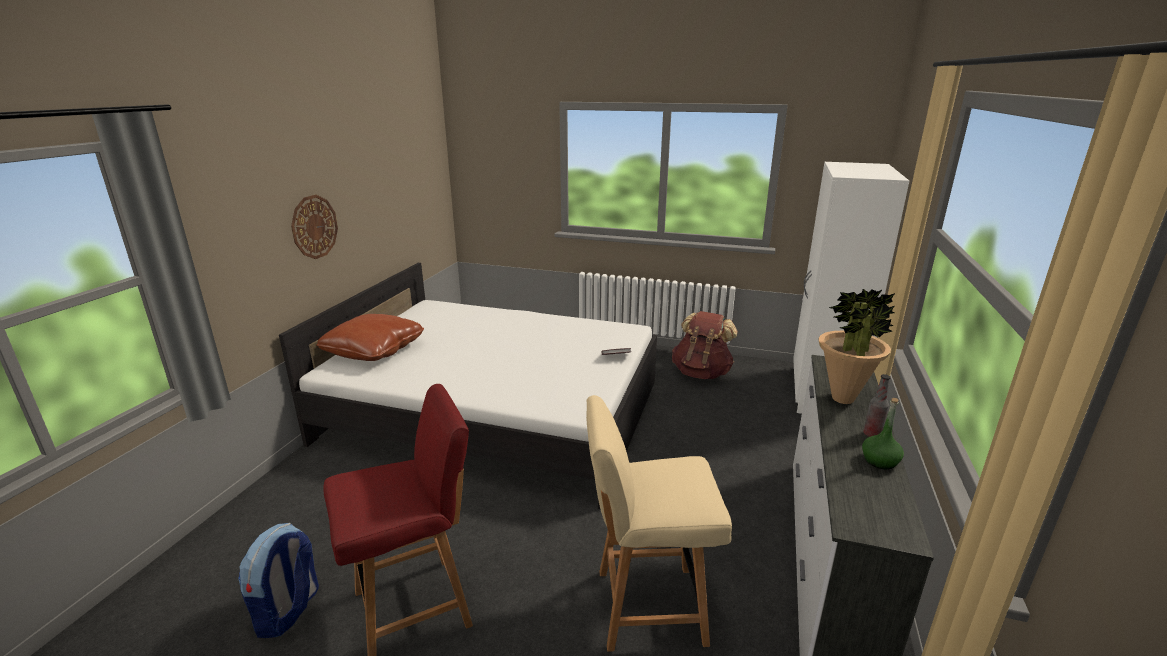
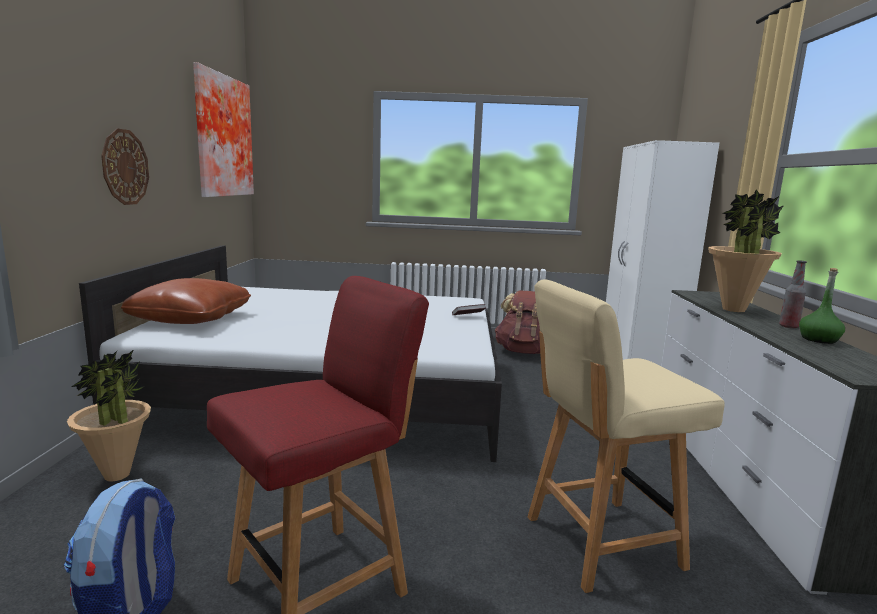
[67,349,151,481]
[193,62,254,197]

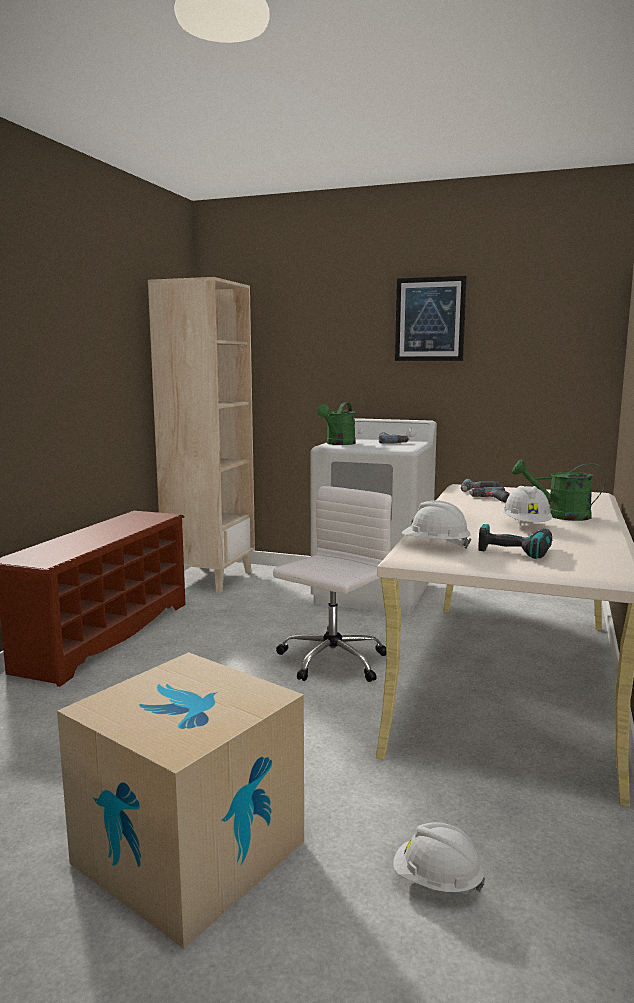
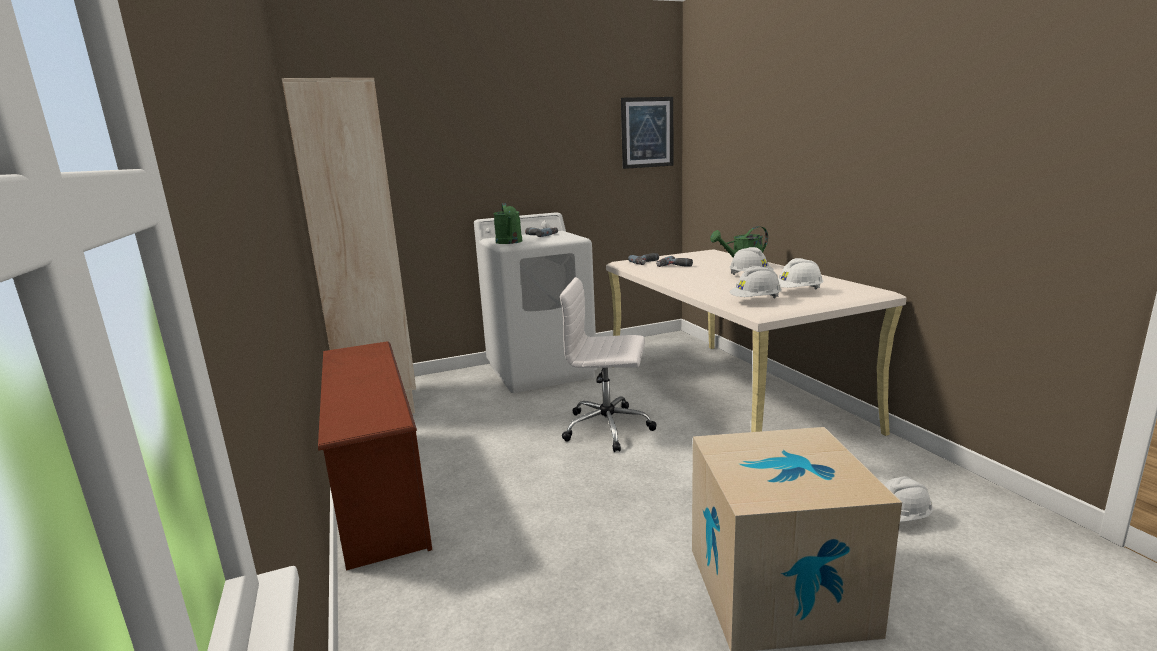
[560,277,657,452]
[621,97,673,169]
[778,258,823,289]

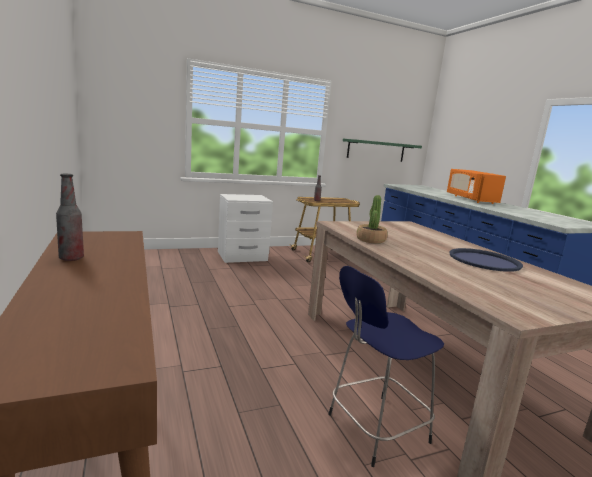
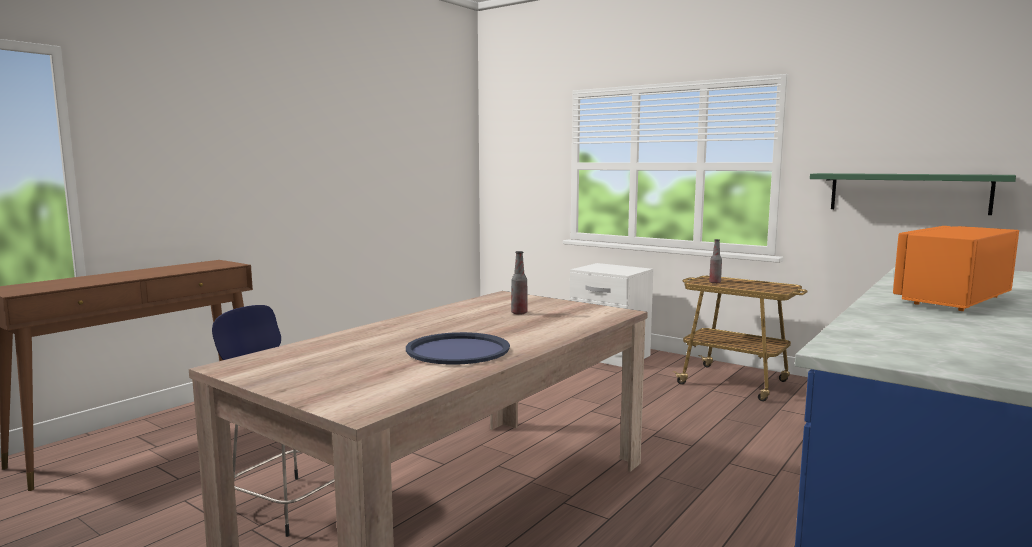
[511,251,527,315]
[356,195,387,244] (first image)

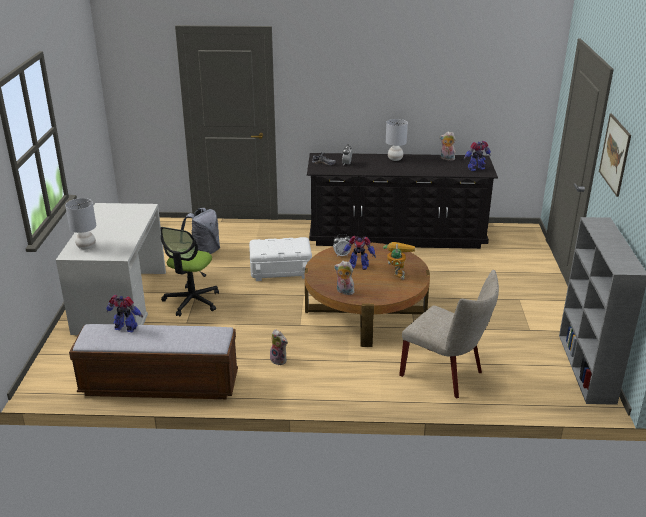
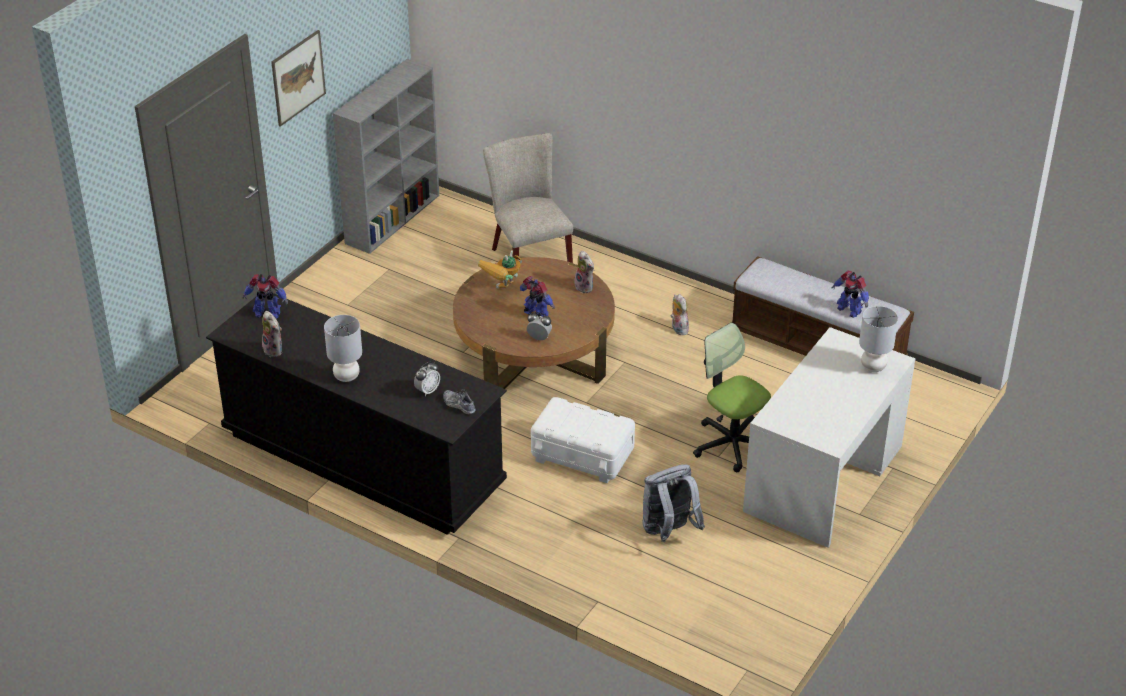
[693,323,771,472]

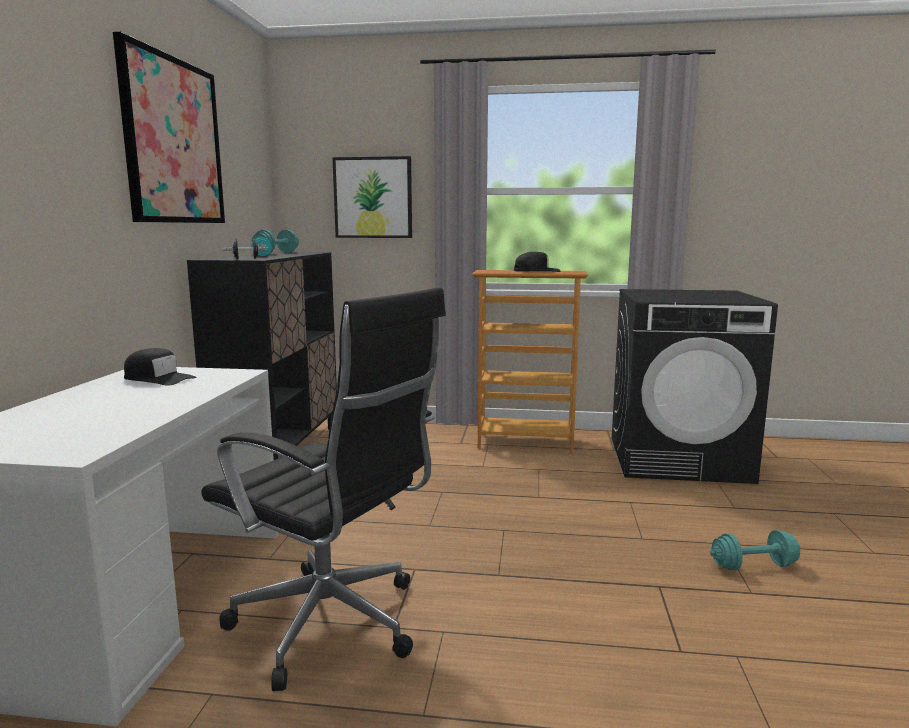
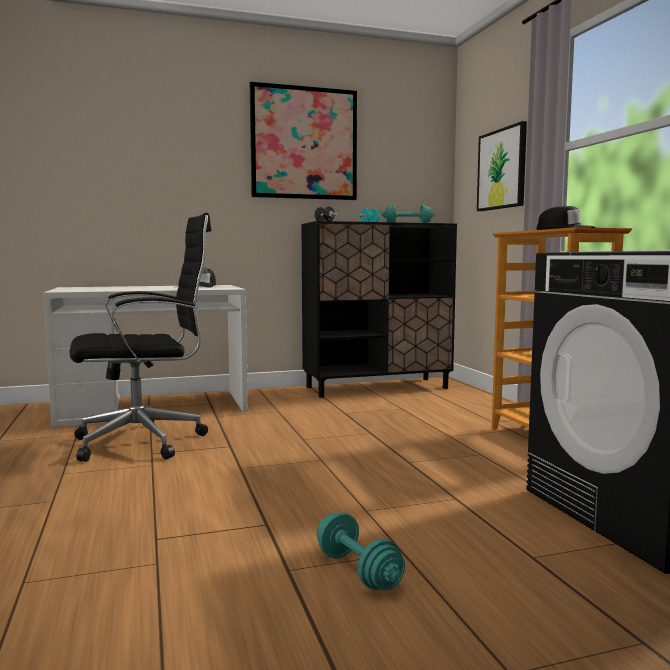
[69,213,212,462]

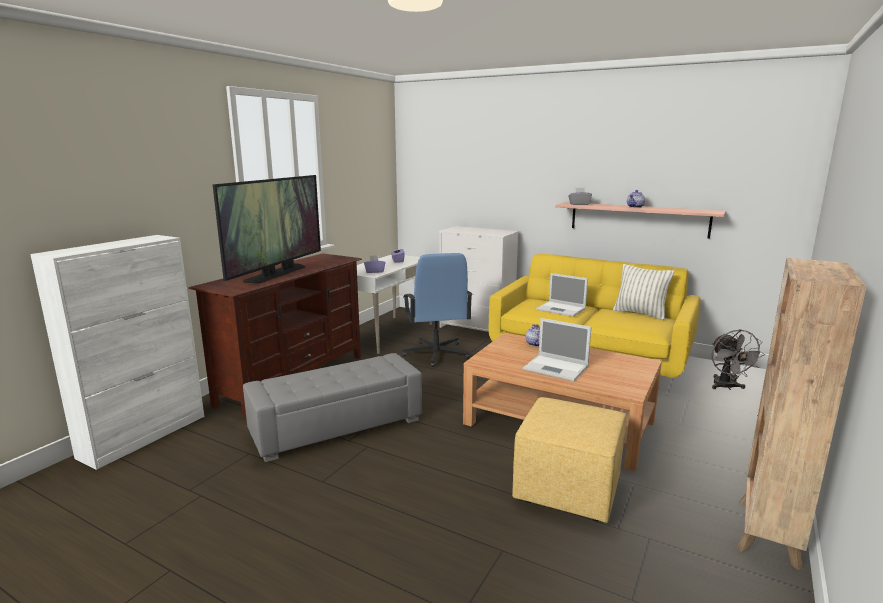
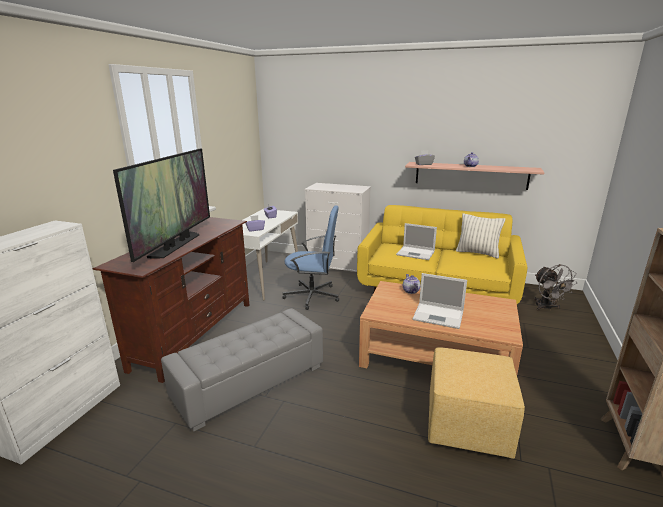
[282,206,339,310]

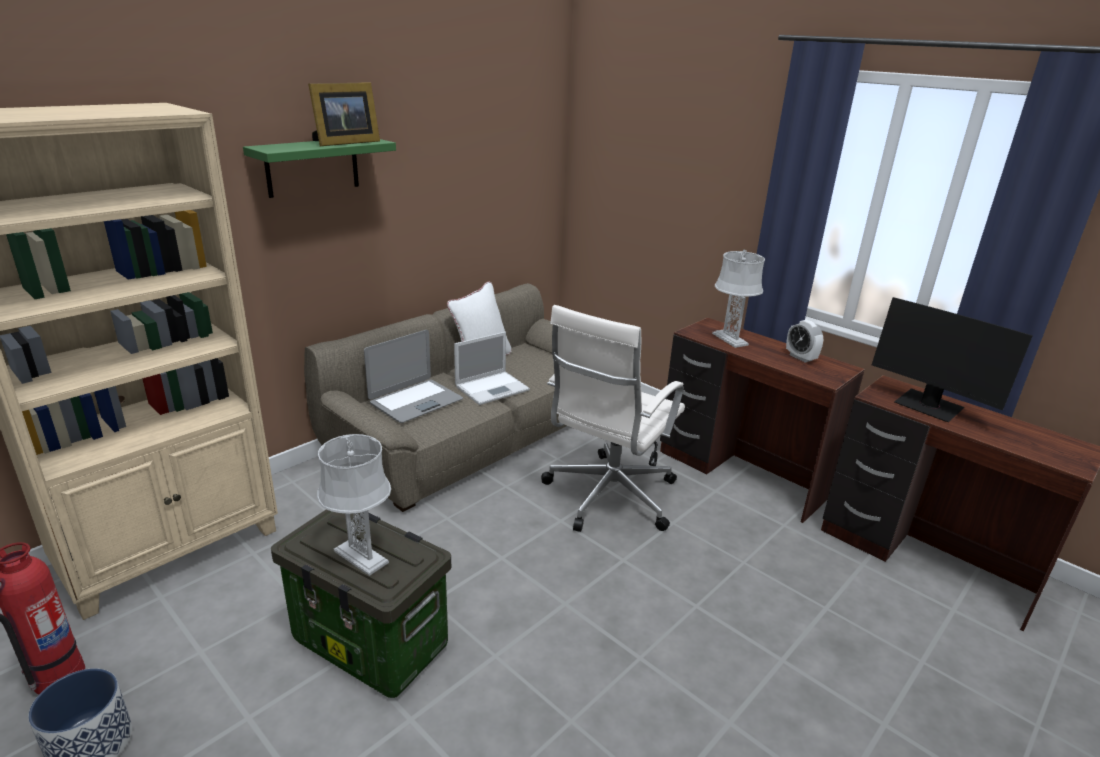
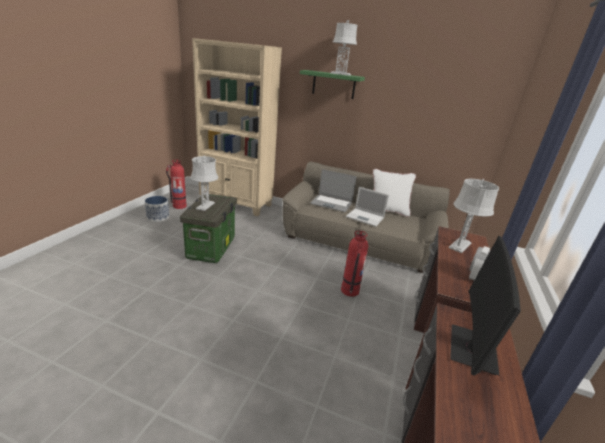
[330,20,358,76]
[341,231,368,297]

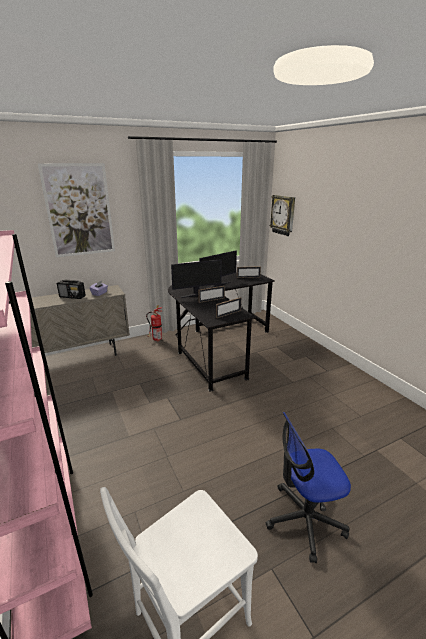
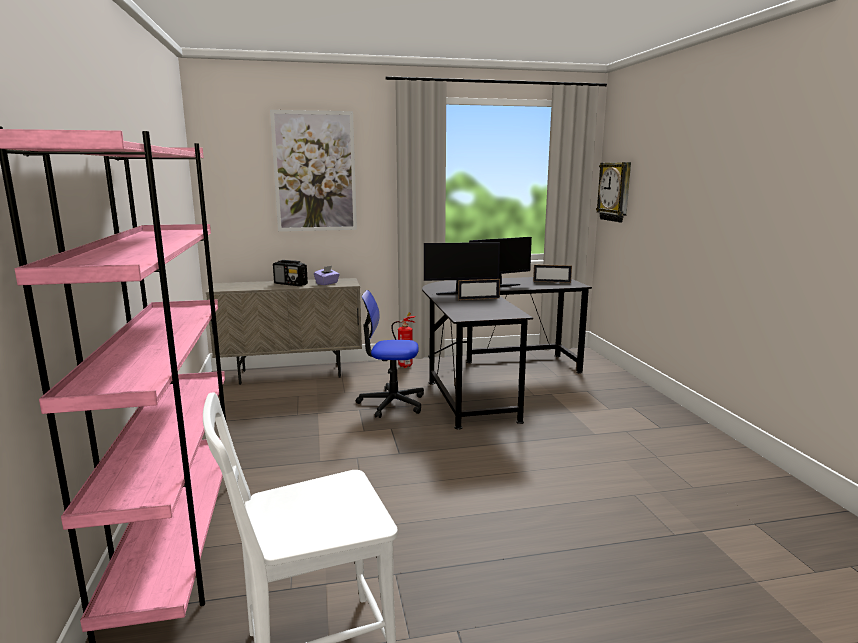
[356,290,424,418]
[216,297,241,318] (first image)

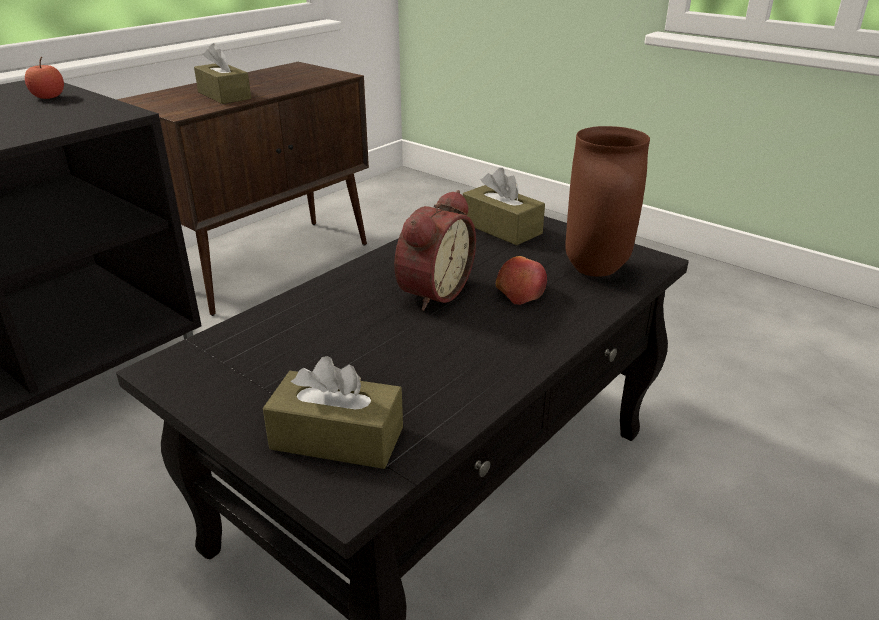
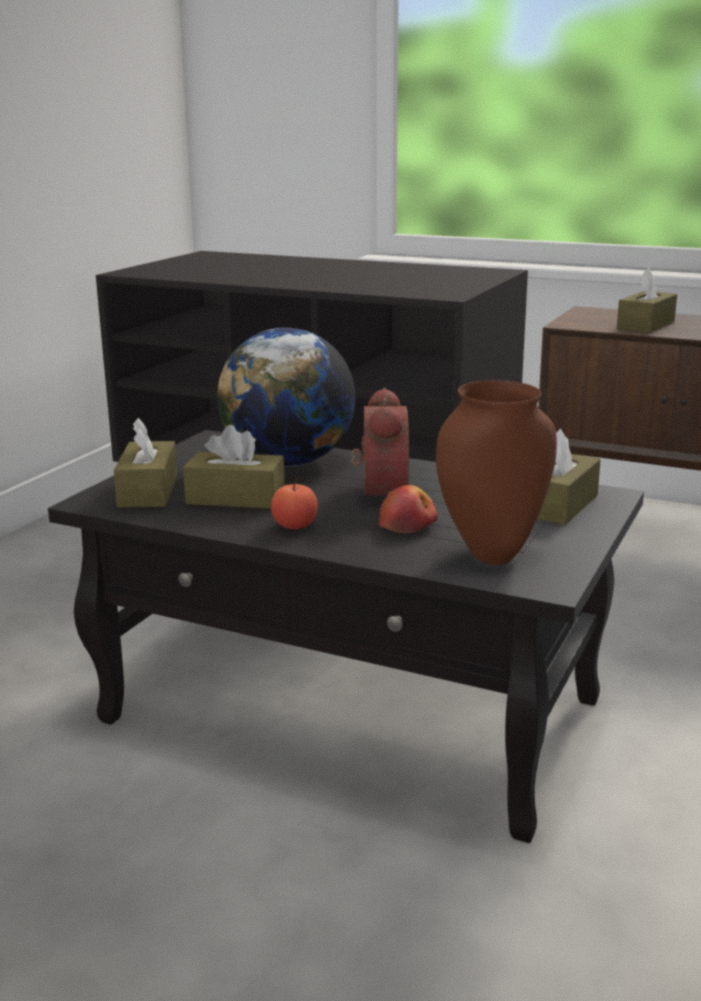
[183,425,285,509]
[217,328,355,466]
[271,477,318,529]
[351,388,409,495]

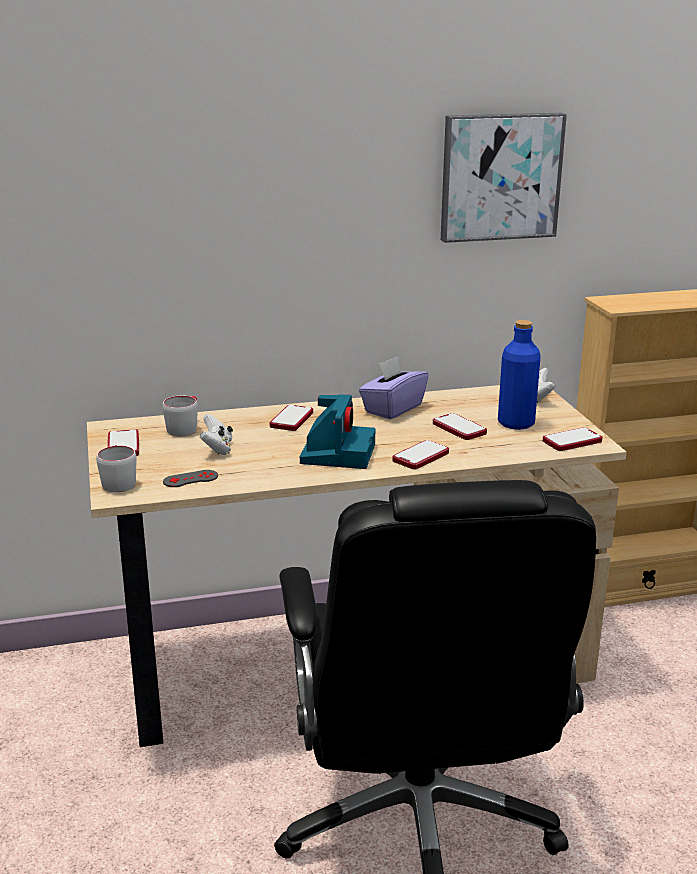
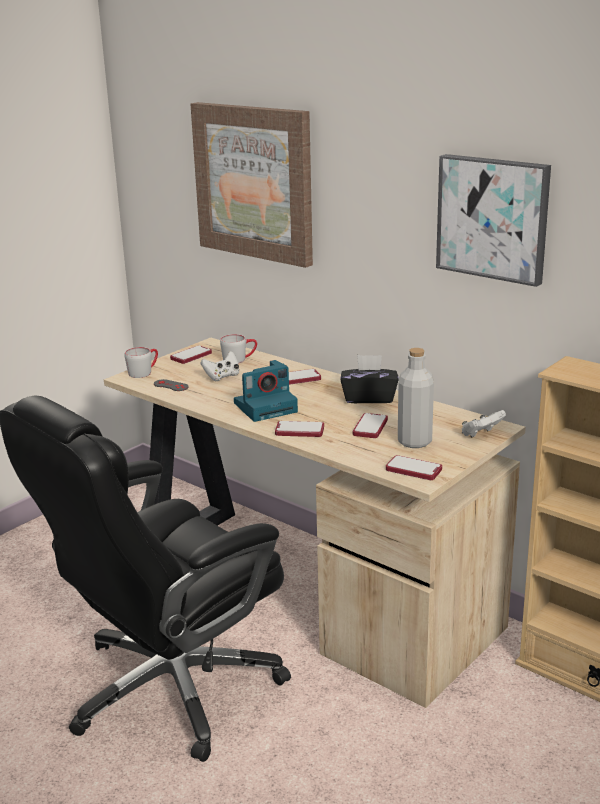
[190,102,313,268]
[340,355,399,403]
[398,348,434,448]

